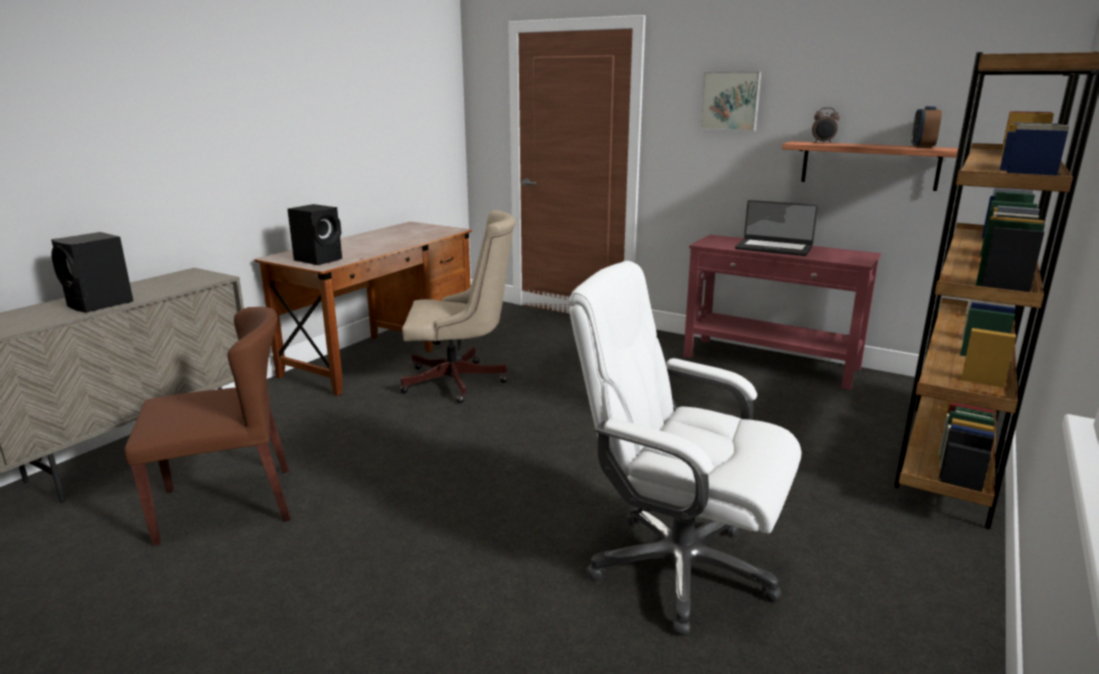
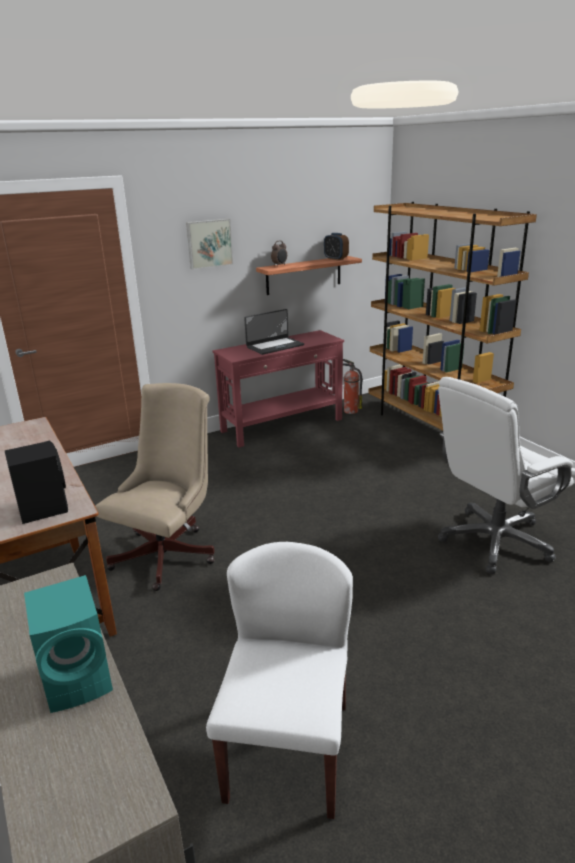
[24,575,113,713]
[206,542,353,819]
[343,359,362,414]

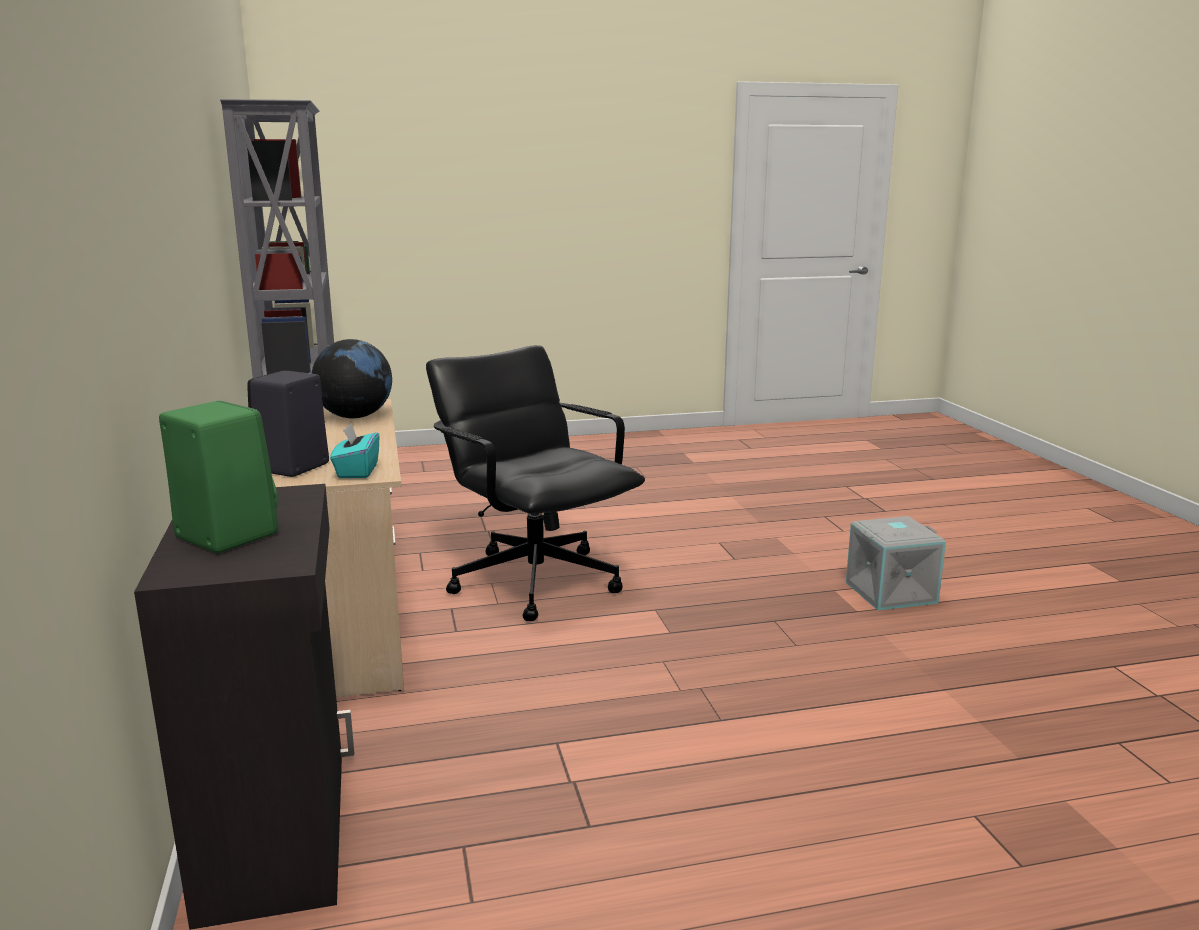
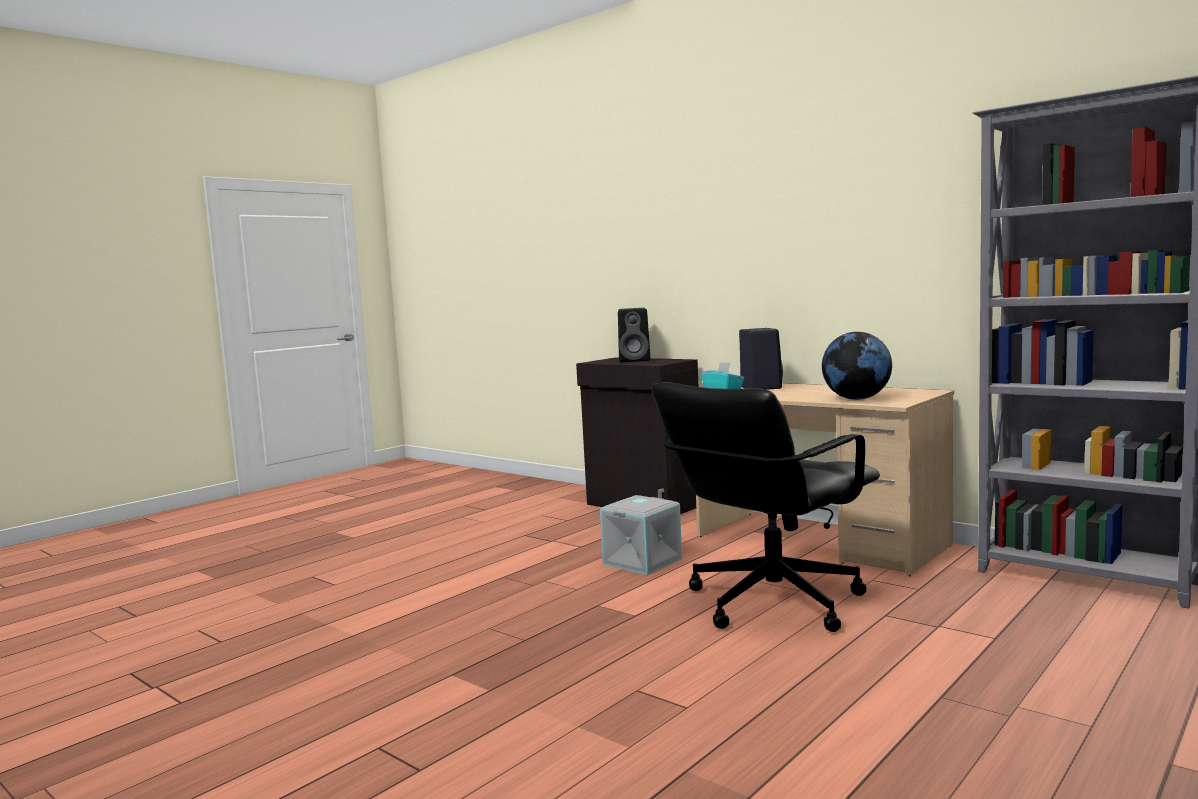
[600,495,682,575]
[618,308,650,362]
[652,382,880,632]

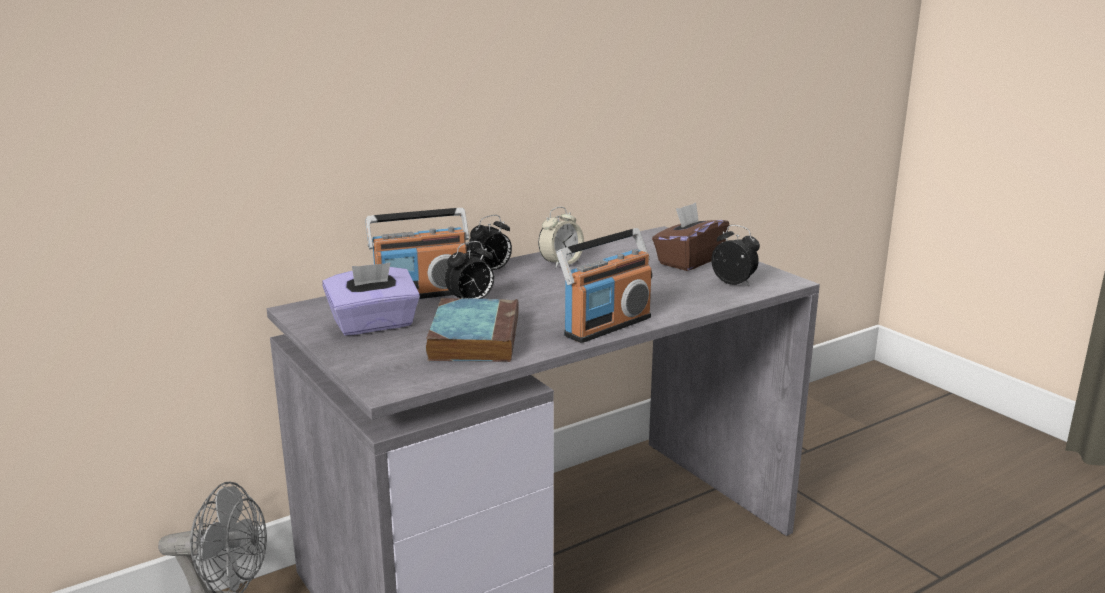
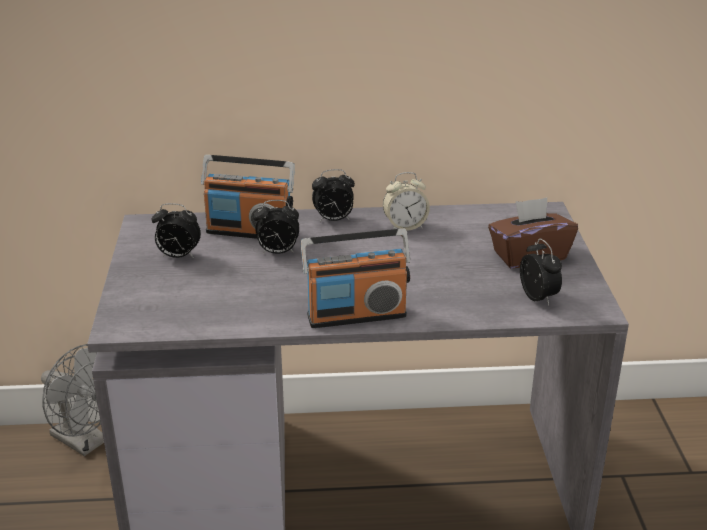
[152,203,201,258]
[426,298,519,362] (first image)

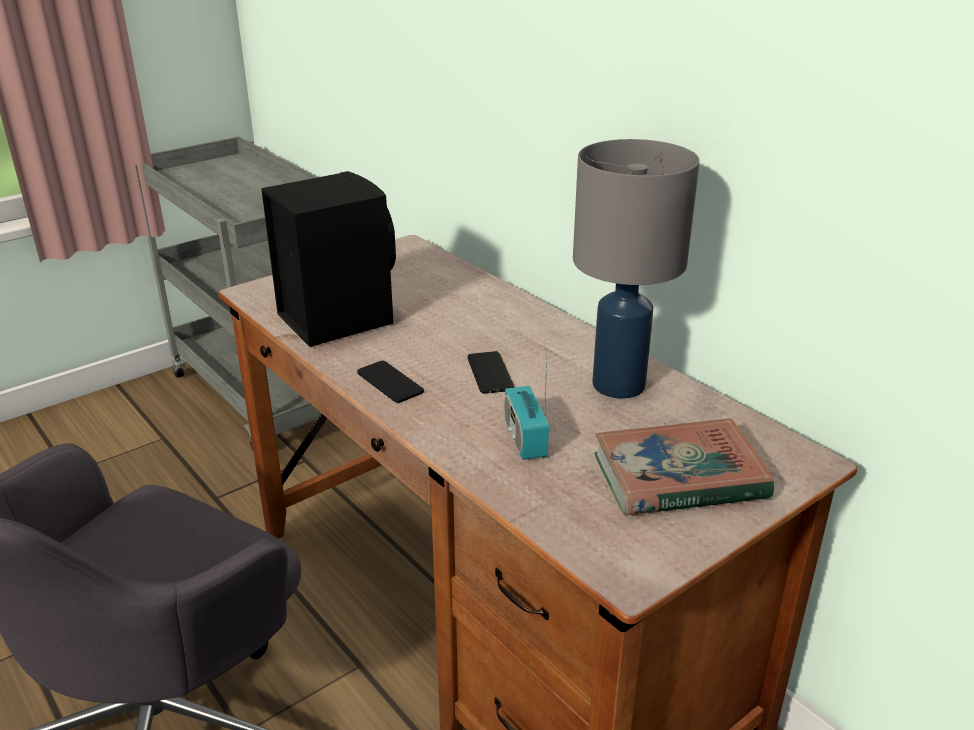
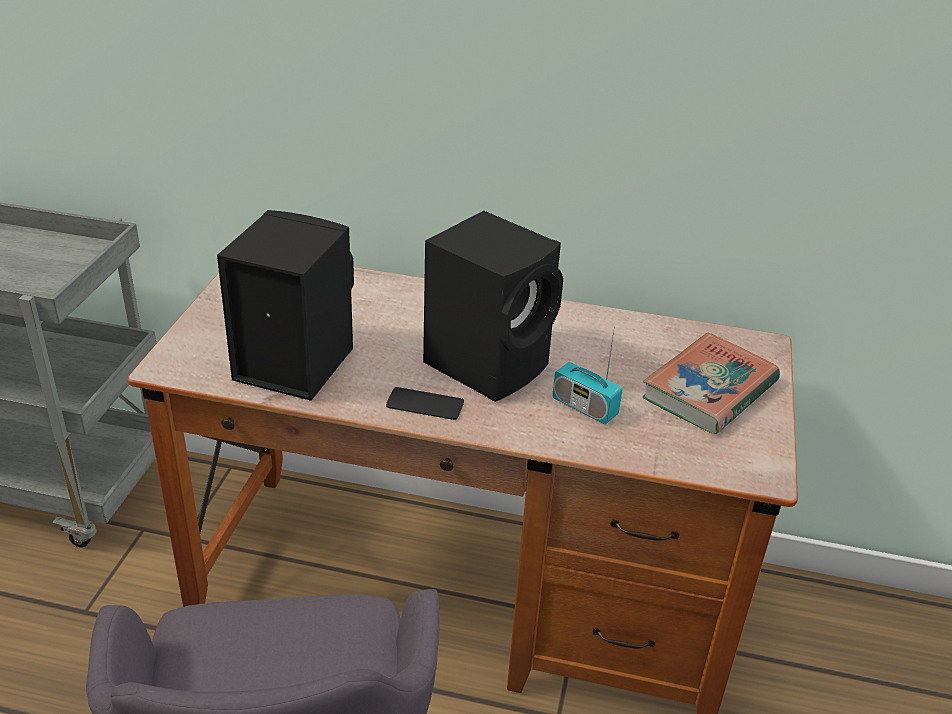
[423,211,563,402]
[573,139,700,399] (first image)

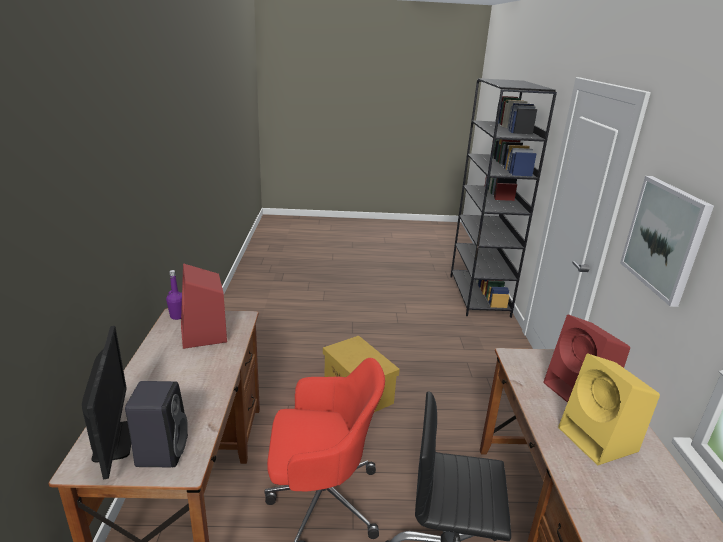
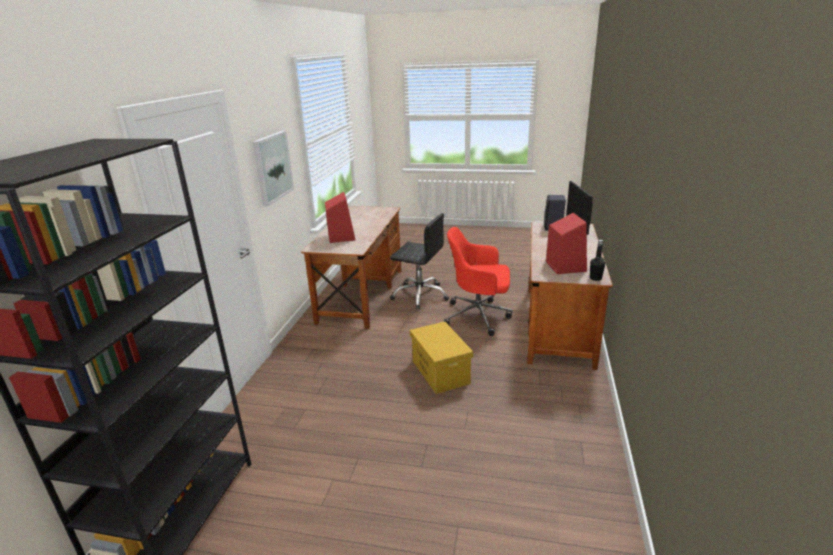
[590,240,605,281]
[558,354,660,465] (first image)

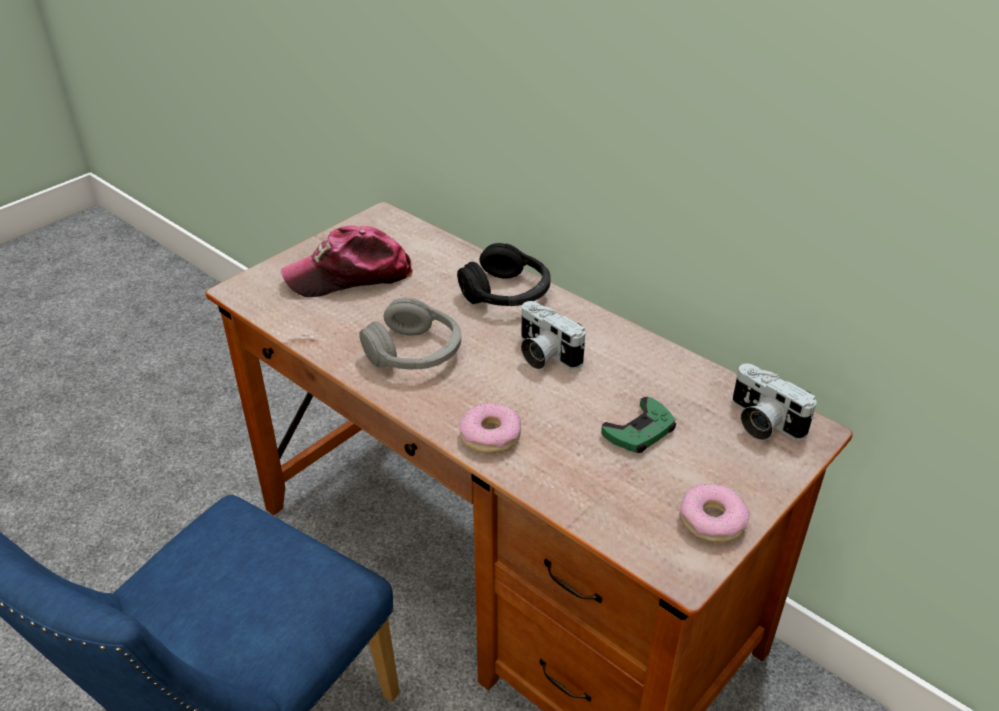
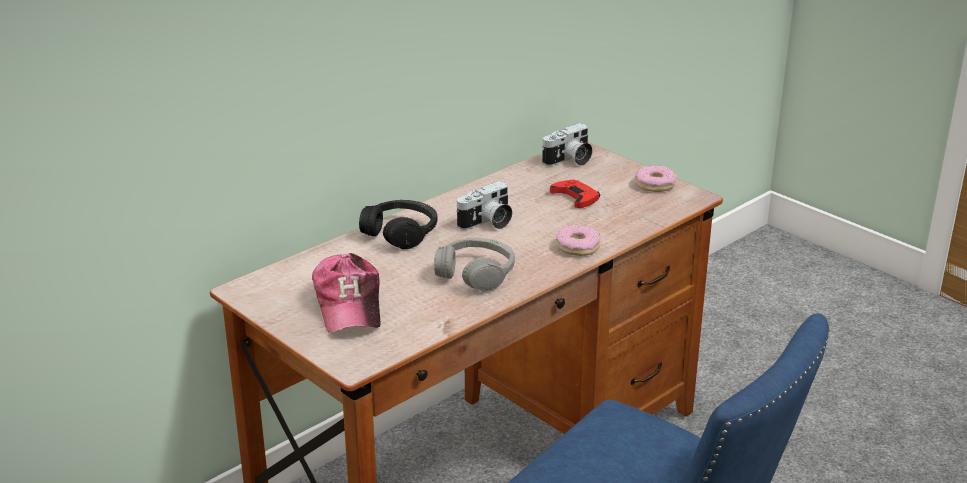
[550,180,600,208]

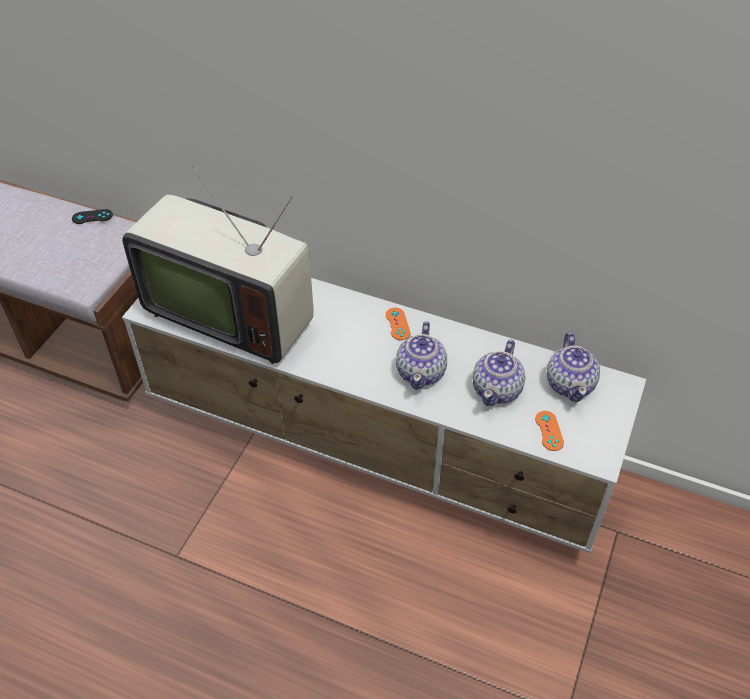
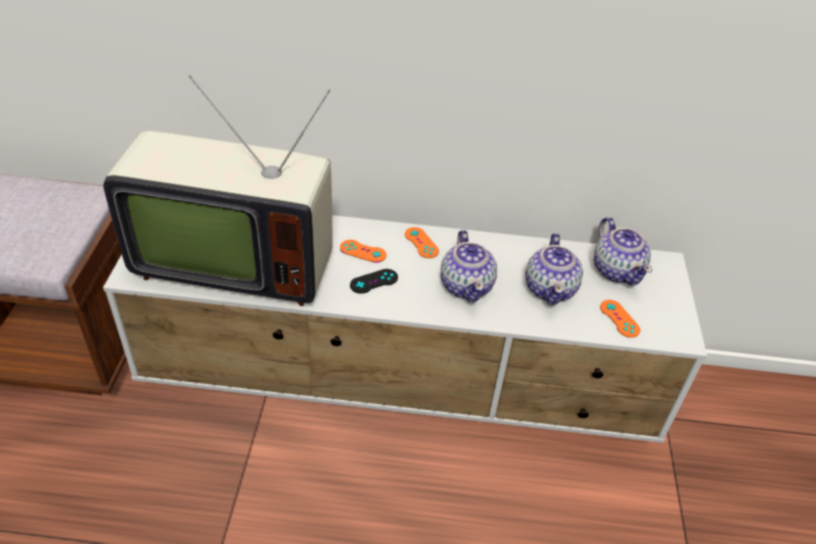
[340,240,386,263]
[350,269,398,294]

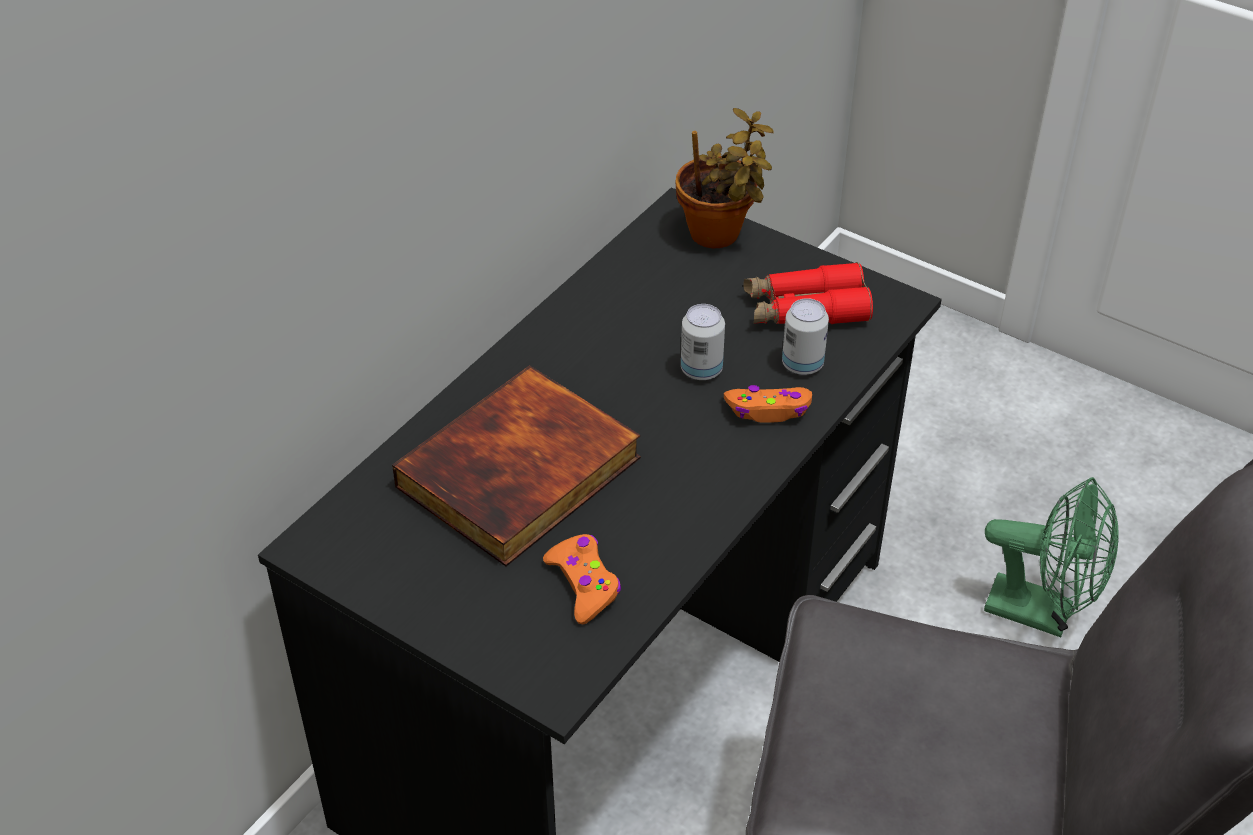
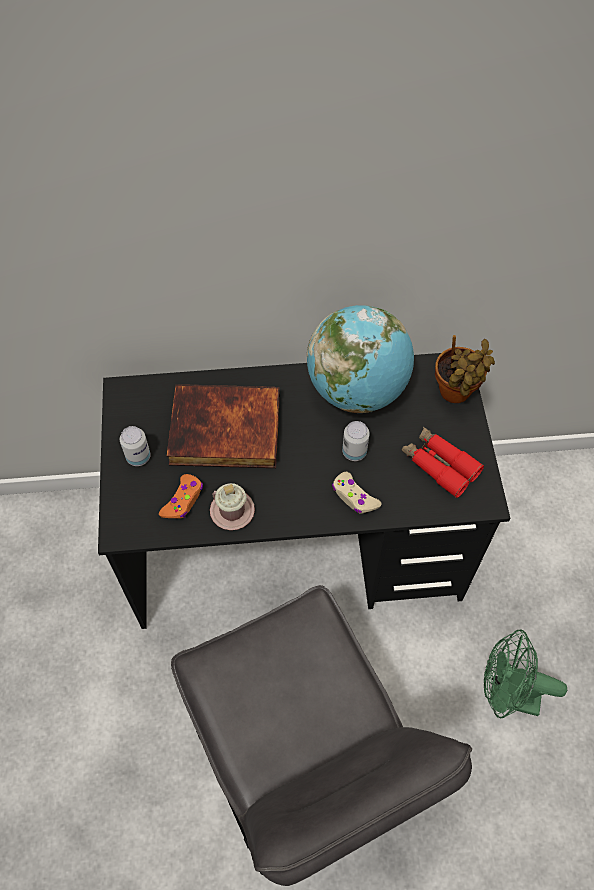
[120,426,151,466]
[210,483,255,530]
[307,305,414,413]
[332,472,382,514]
[484,629,567,719]

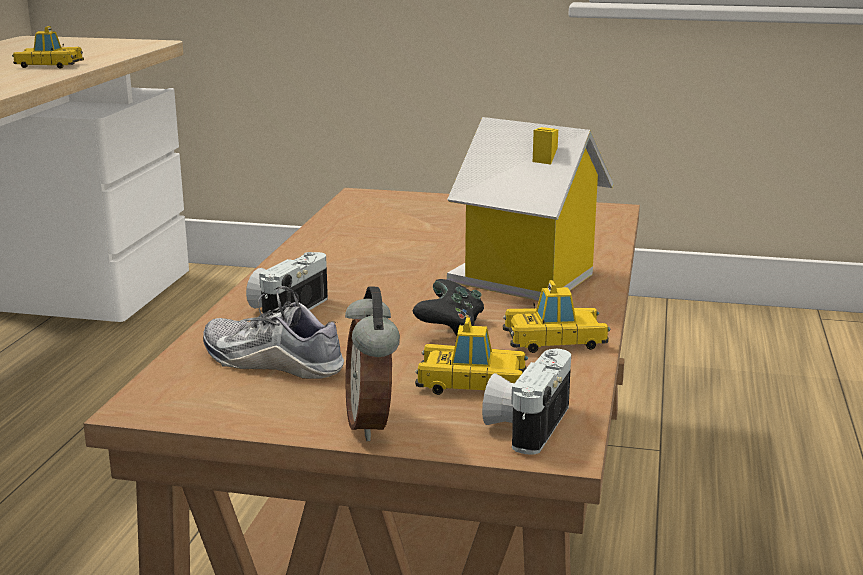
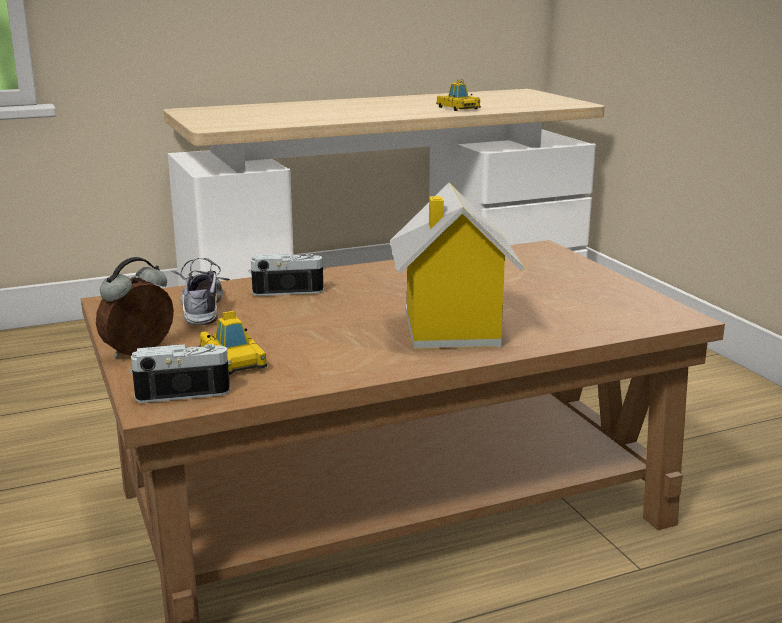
[413,279,484,336] (first image)
[503,280,610,353] (first image)

